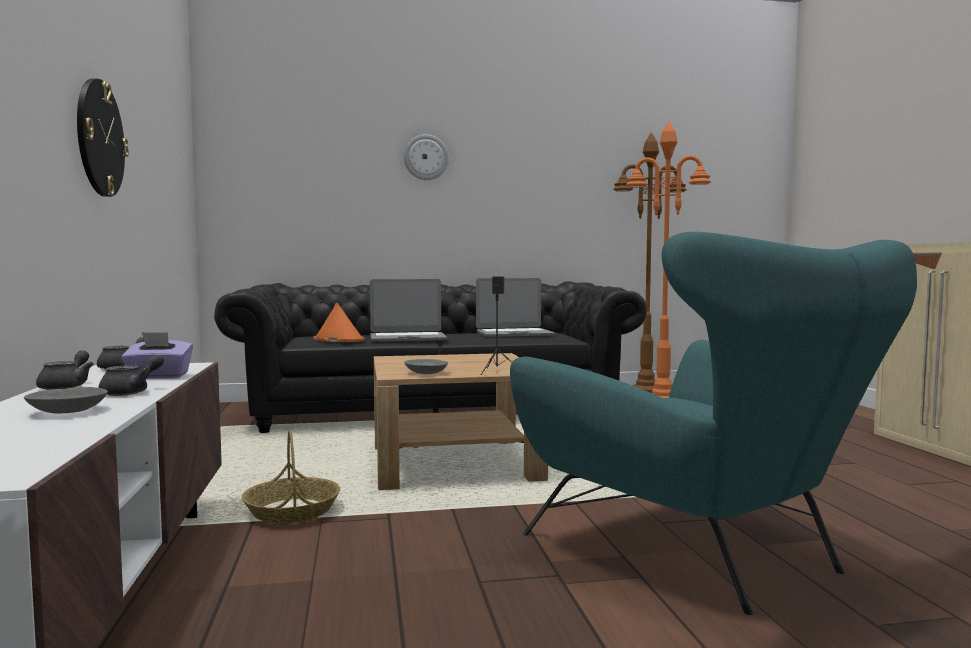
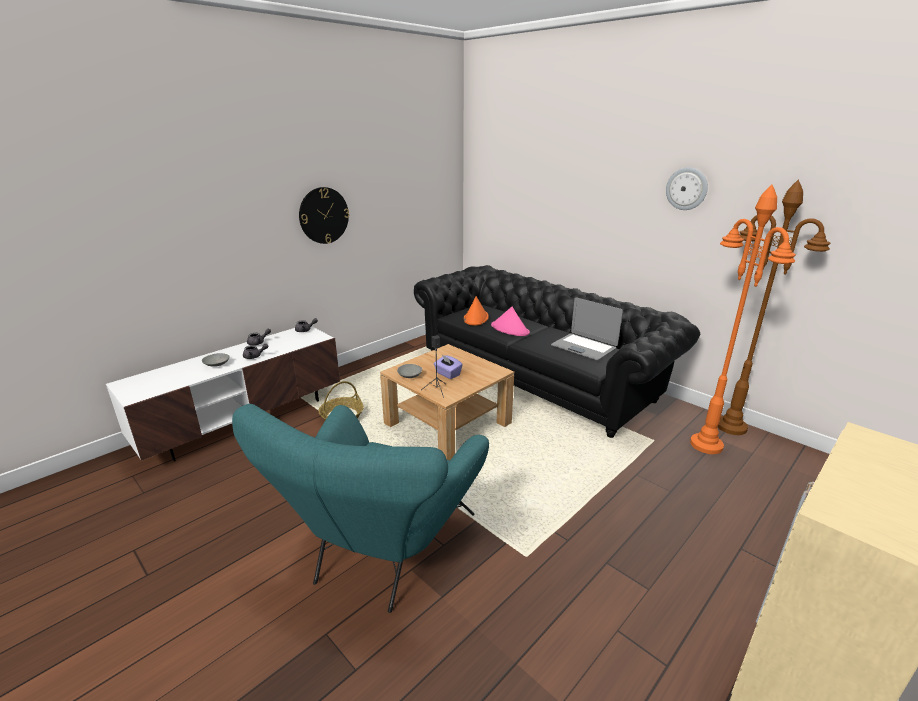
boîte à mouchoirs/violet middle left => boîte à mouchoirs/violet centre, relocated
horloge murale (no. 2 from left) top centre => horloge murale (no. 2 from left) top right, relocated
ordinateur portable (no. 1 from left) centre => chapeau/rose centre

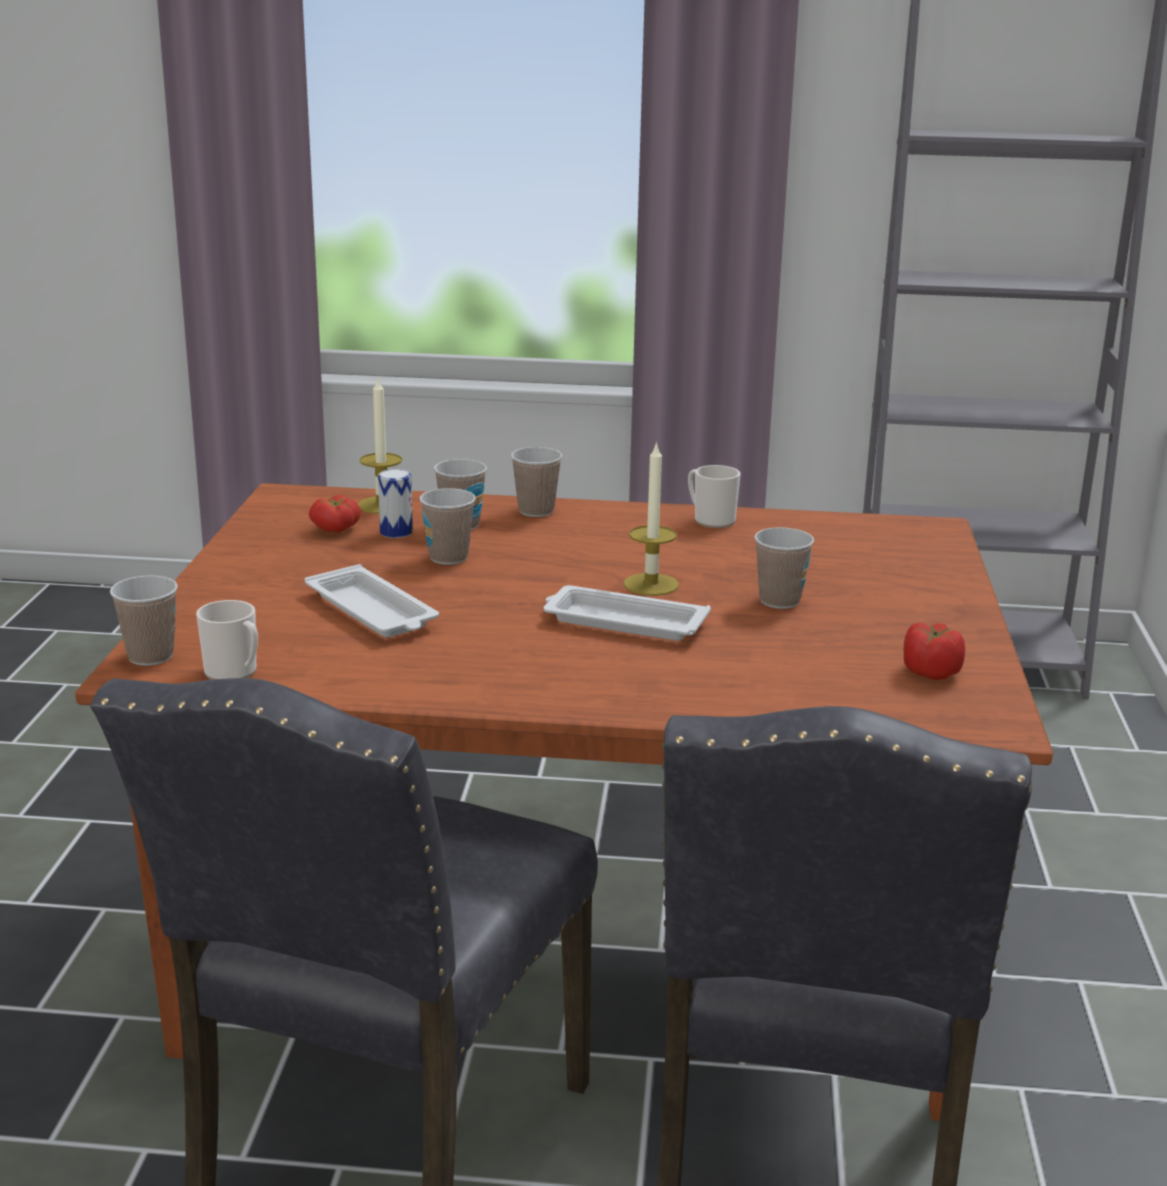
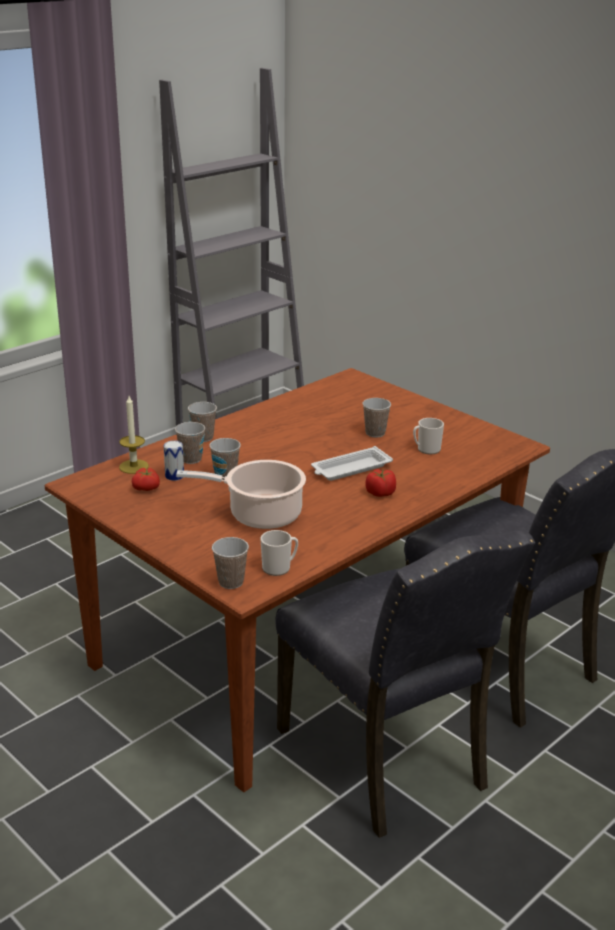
bougie (no. 2 from left) centre => nothing
mug (no. 2 from left) centre => mug (no. 2 from left) middle right, relocated
tomate (no. 2 from left) middle right => tomate (no. 2 from left) centre, relocated
plateau/blanc (no. 1 from left) middle left => marmite centre

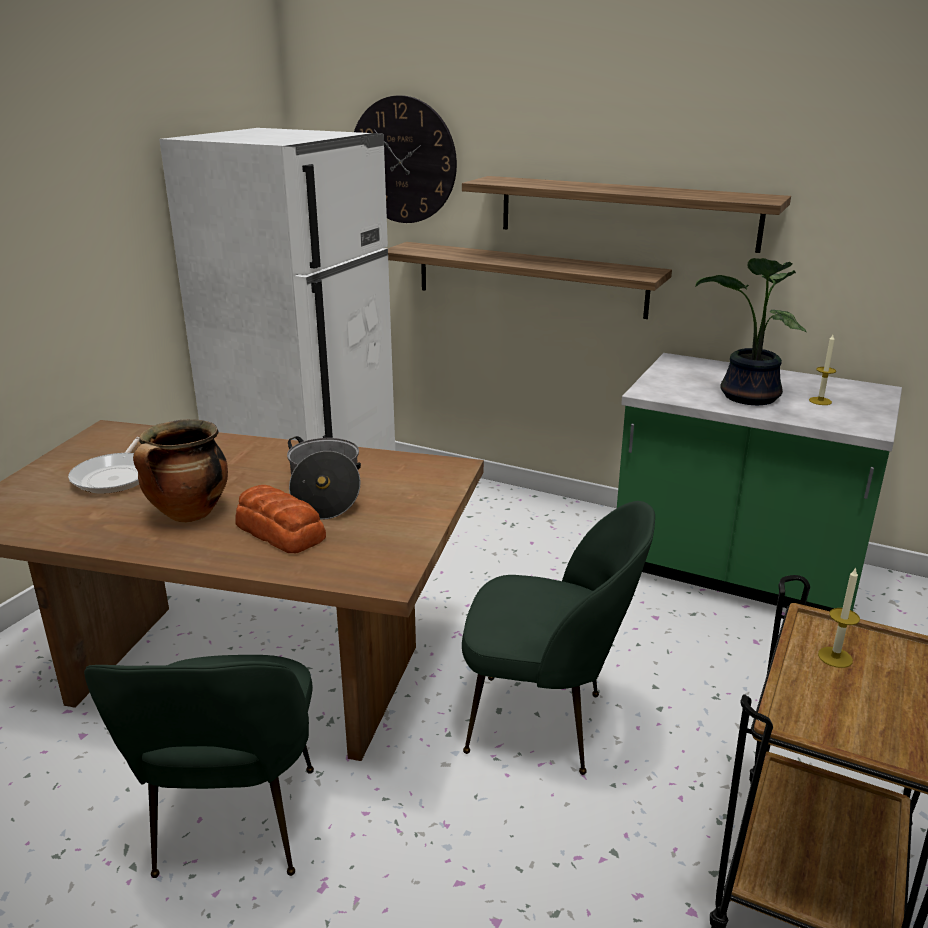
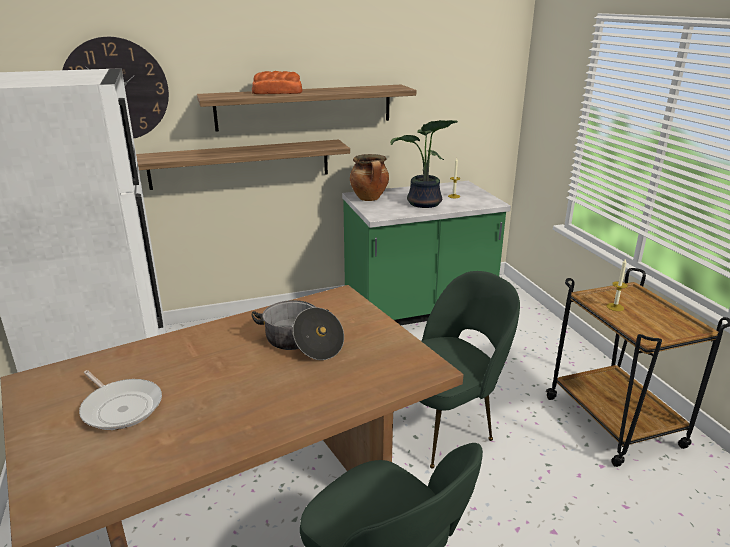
marmite (no. 1 from left in the first image) middle left => marmite (no. 2 from left) top centre, relocated
pain middle left => pain top centre, relocated

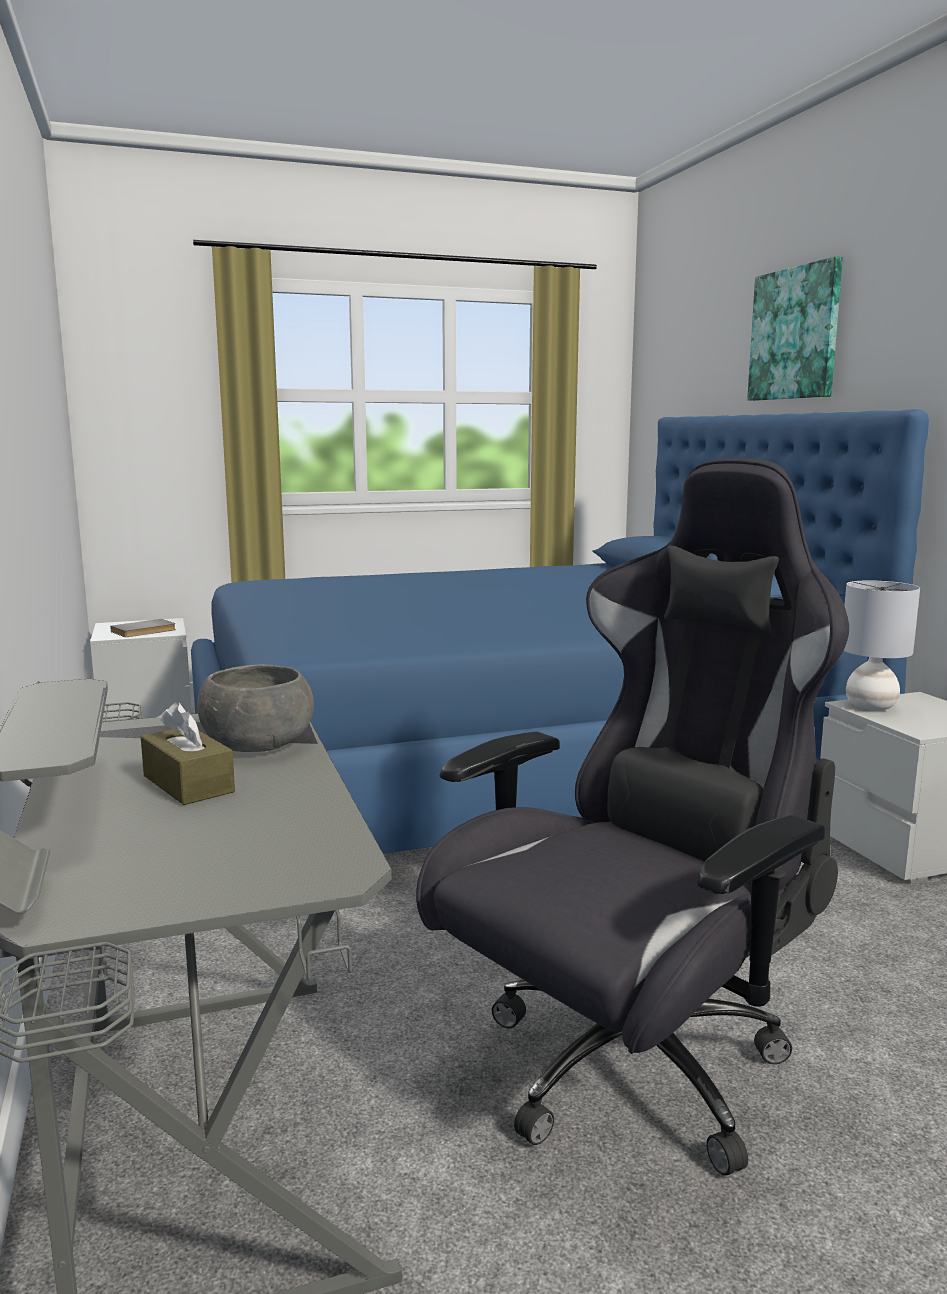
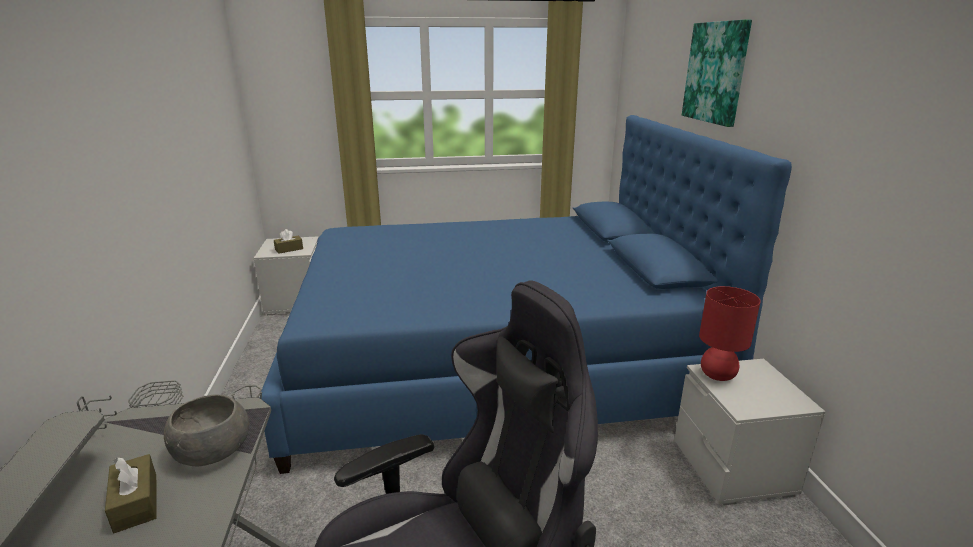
livre/gris middle left => boîte à mouchoirs/marron (no. 2 from left) middle left
lampe de table/gris middle right => lampe de table/rouge middle right

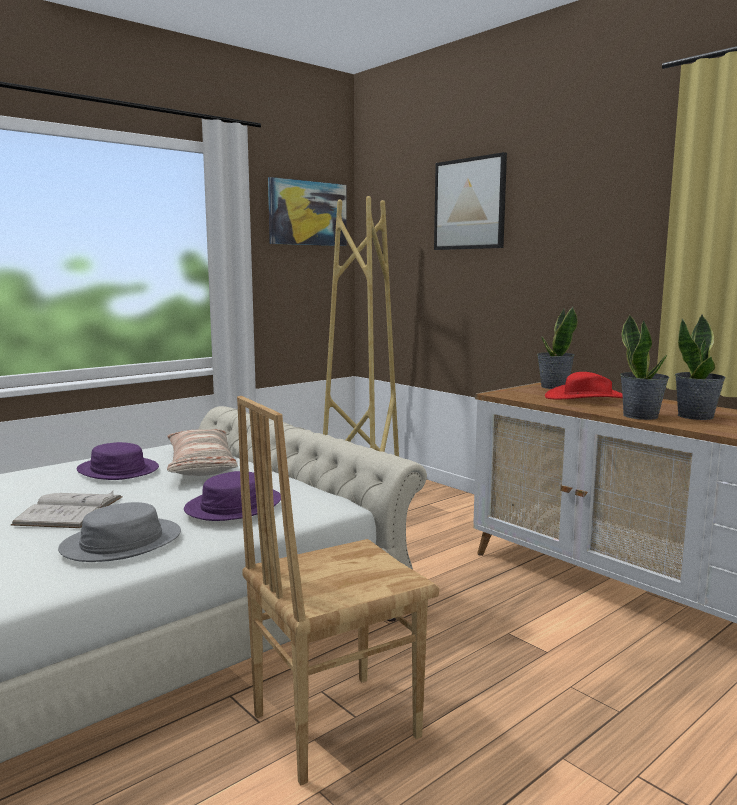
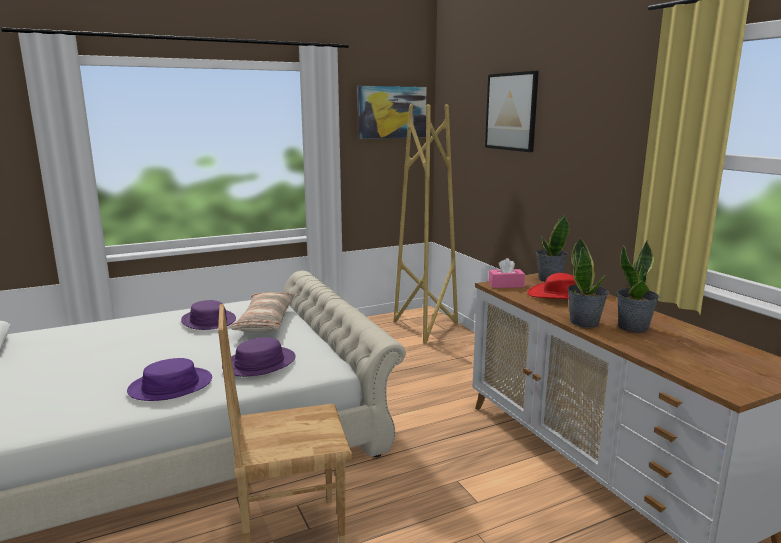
livre/blanc middle left => nothing
nothing => boîte à mouchoirs/rose centre
chapeau/gris middle left => chapeau/violet (no. 1 from left) bottom left

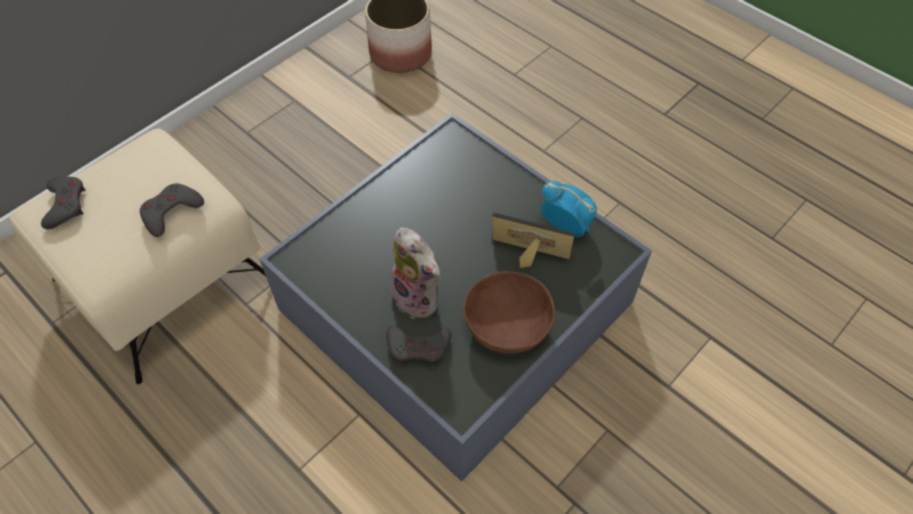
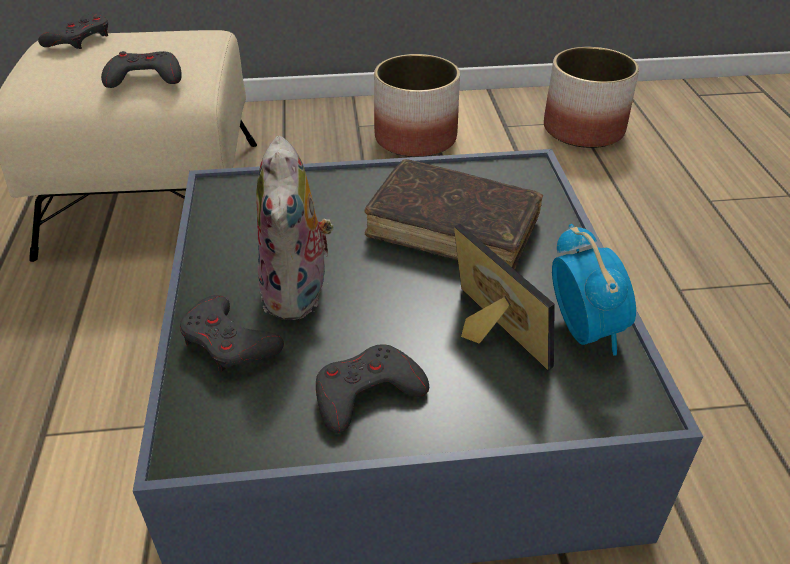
nothing => livre/marron centre
nothing => cache-pot (no. 1 from left) top centre
bol/marron centre => manette/gris (no. 4 from left) bottom centre

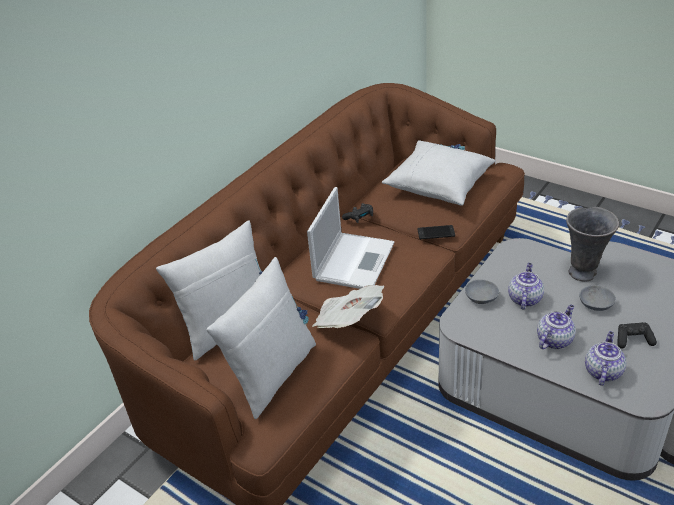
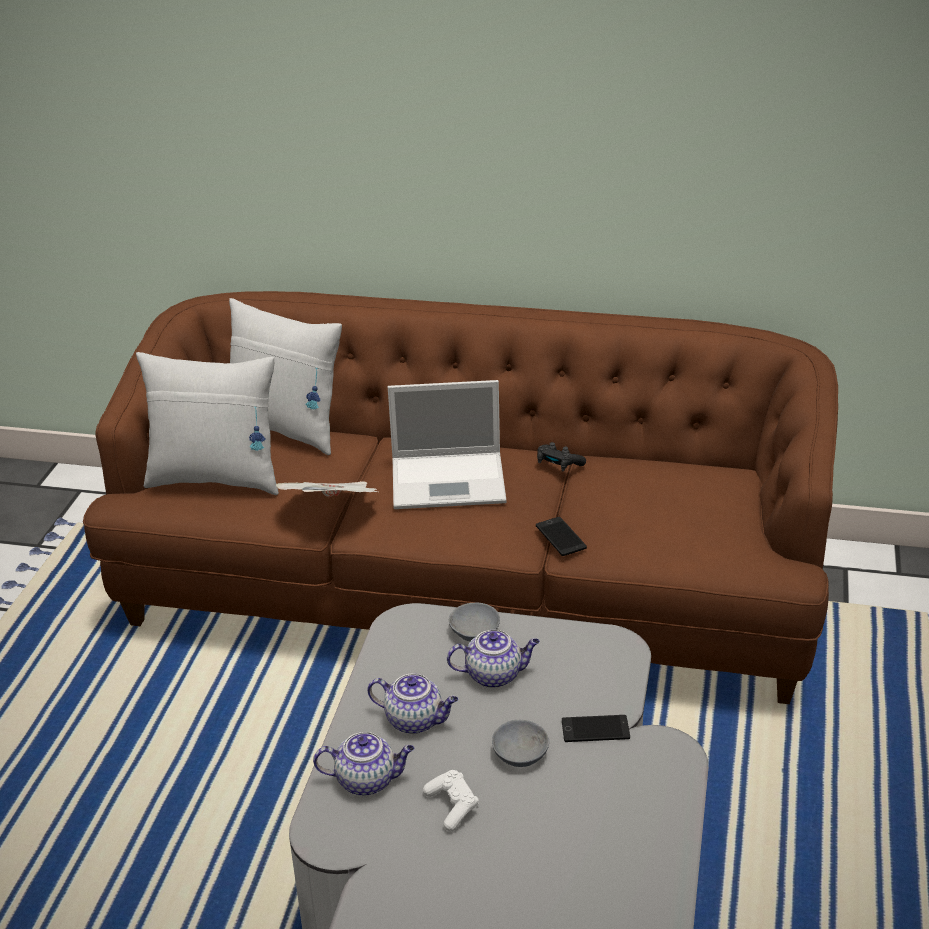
coussin/gris (no. 3 from left) centre => nothing
vase/gris middle right => téléphone (no. 2 from left) bottom centre
manette/noir (no. 2 from left) middle right => manette/blanc bottom centre

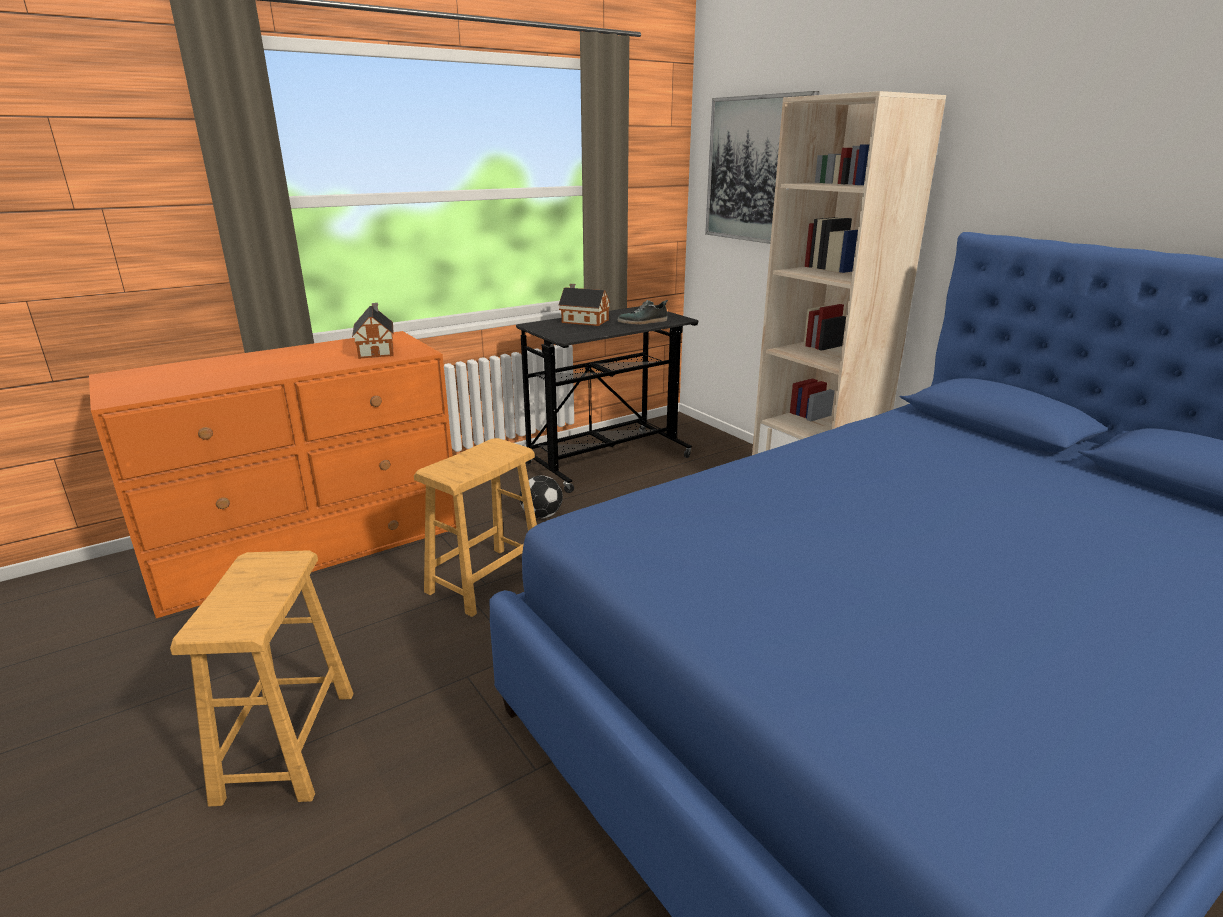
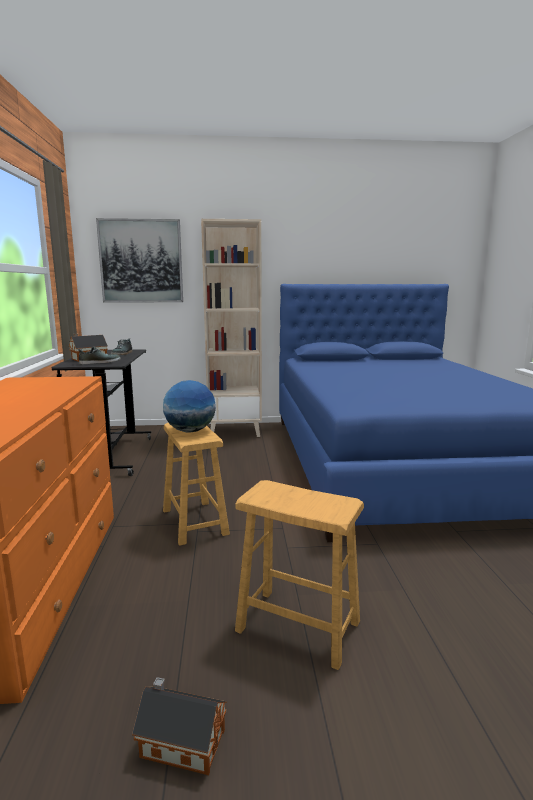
ballon de foot centre => nothing
nothing => chaussure (no. 1 from left) middle left
nothing => globe centre
maison miniature (no. 1 from left in the first image) middle left => maison miniature (no. 2 from left) bottom centre, relocated

